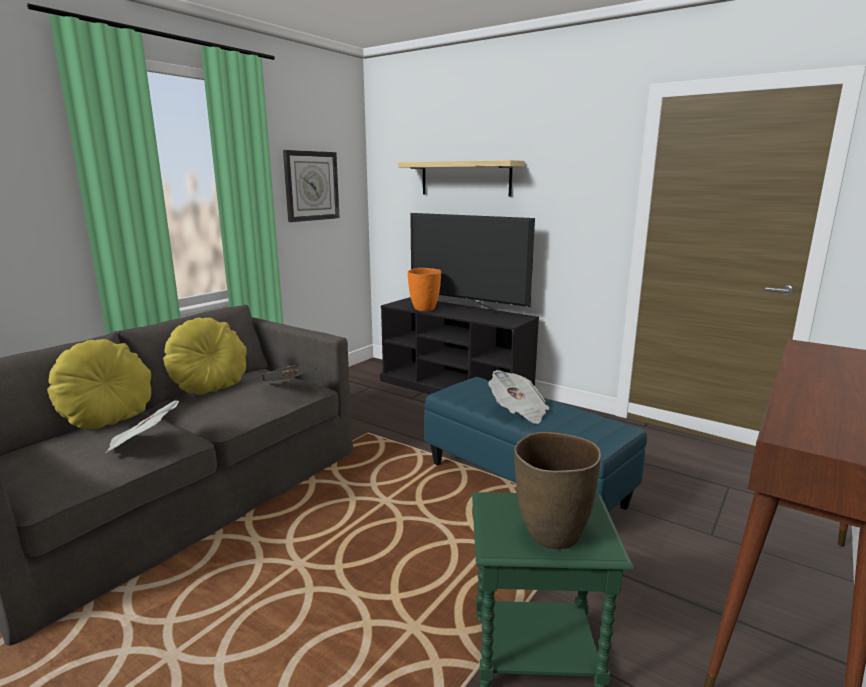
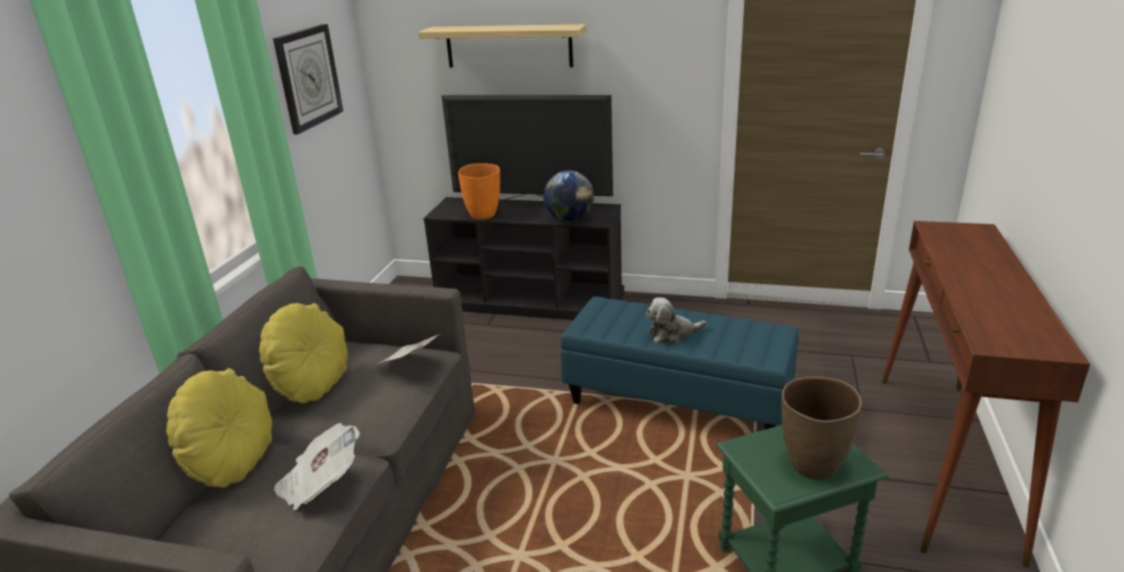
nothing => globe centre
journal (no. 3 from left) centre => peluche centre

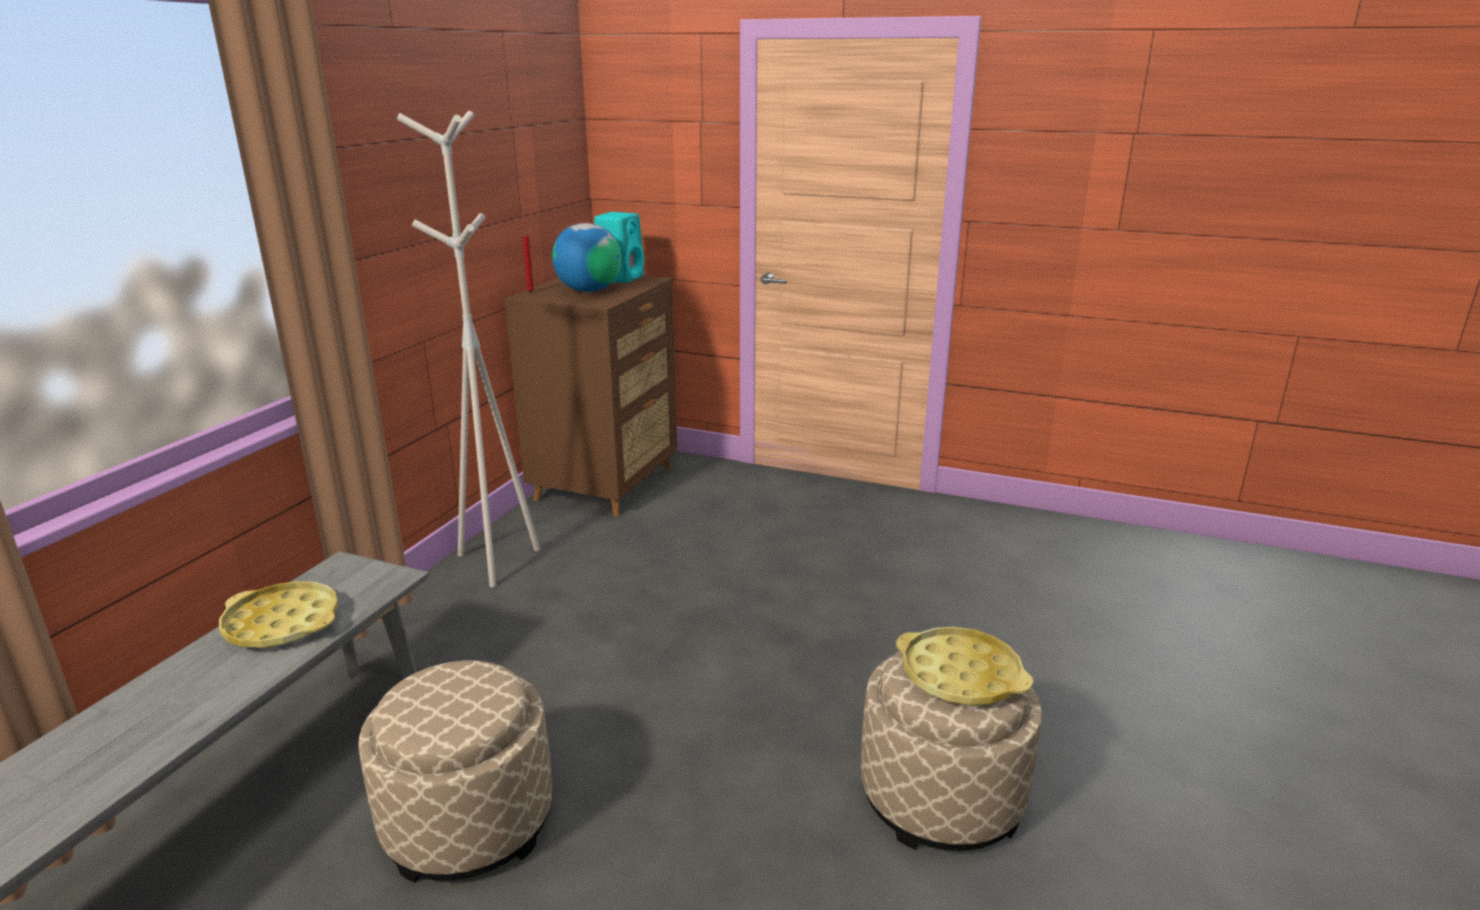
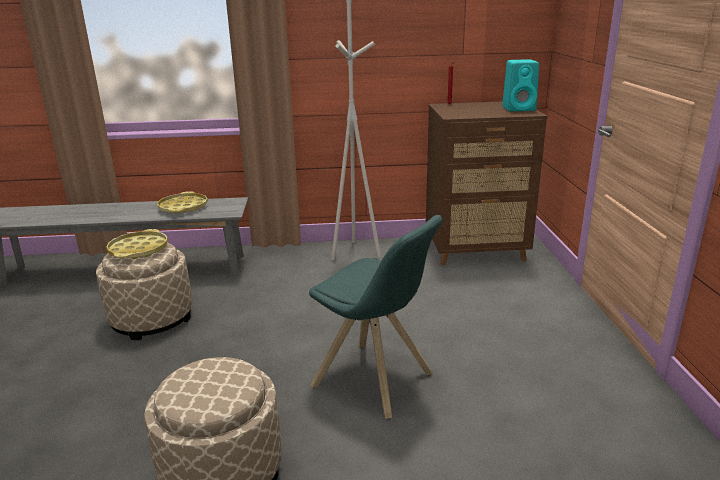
globe top centre => nothing
nothing => chaise/turquoise centre
plateau/jaune (no. 2 from left in the first image) bottom centre => plateau/jaune (no. 1 from left) middle left, relocated

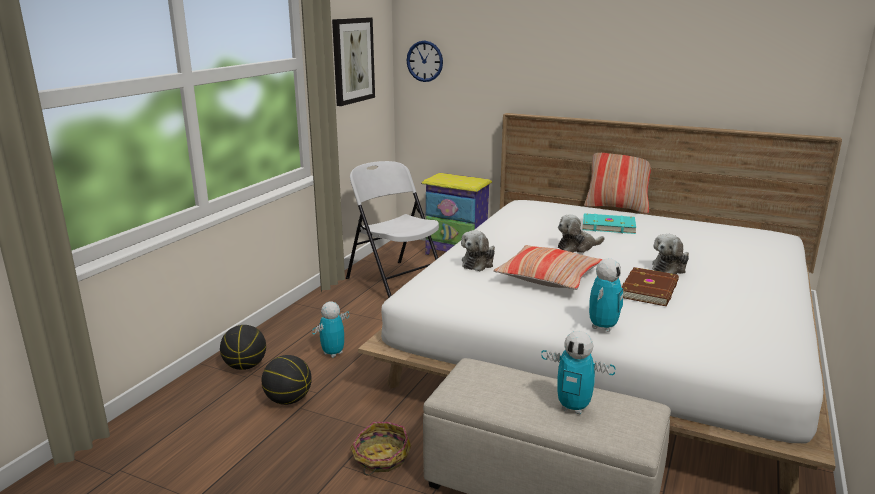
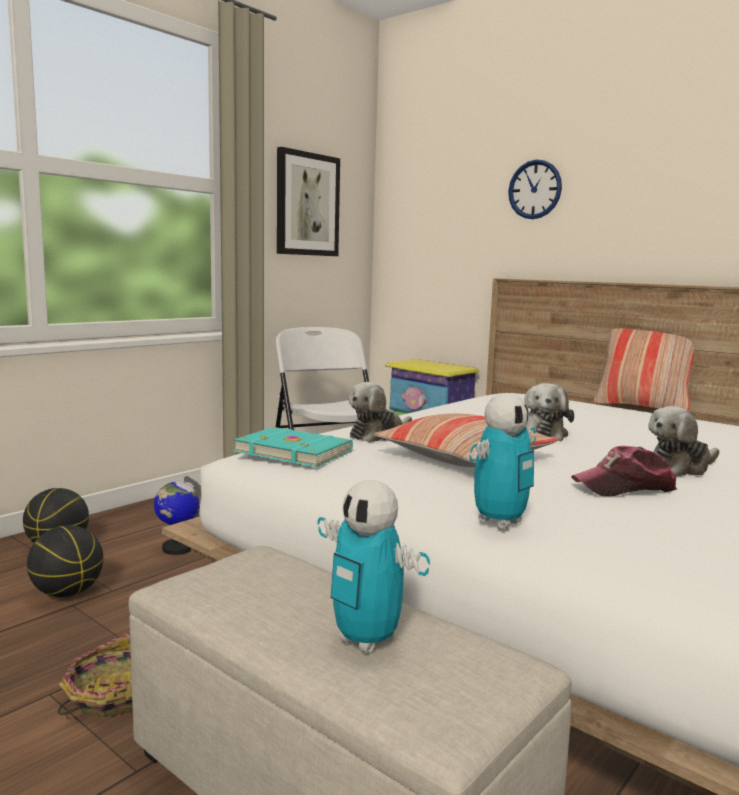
horloge murale top centre => horloge murale top right, relocated
livre/turquoise middle right => livre/turquoise centre, relocated
robot jouet (no. 1 from left) bottom centre => globe middle left
livre/marron middle right => casquette middle right
peluche (no. 2 from left) centre => peluche (no. 2 from left) middle right, 75 degrees counterclockwise

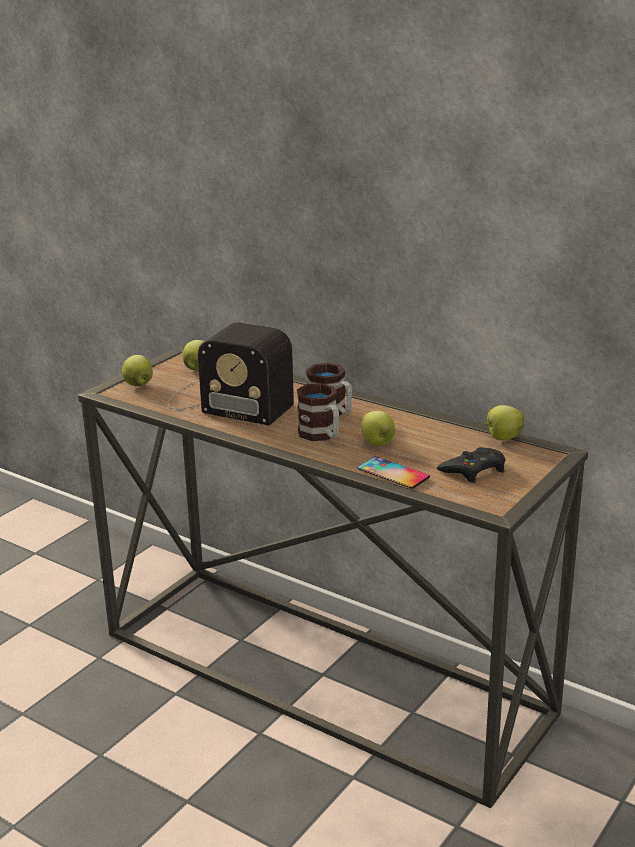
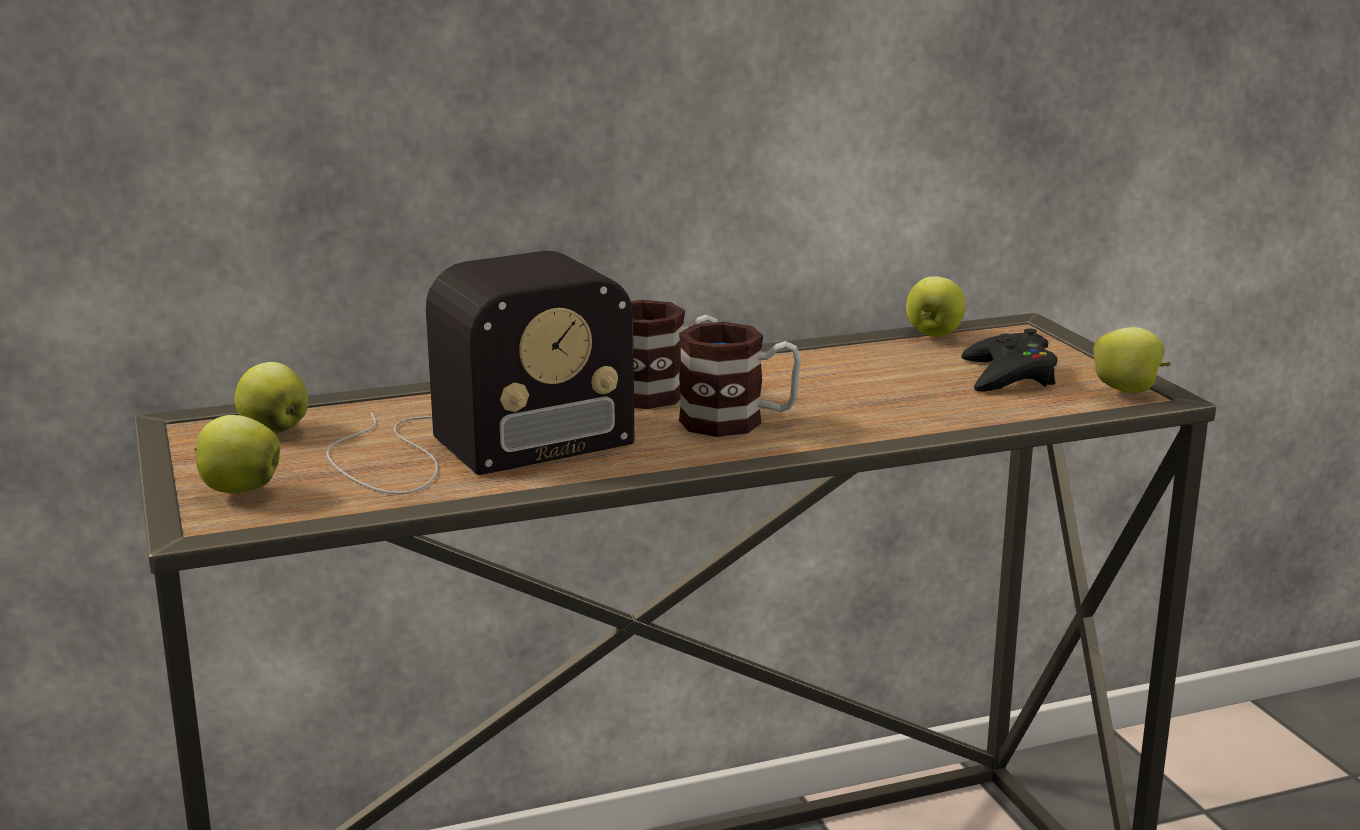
téléphone centre => nothing
pomme (no. 3 from left in the first image) centre => pomme (no. 4 from left) middle right, relocated

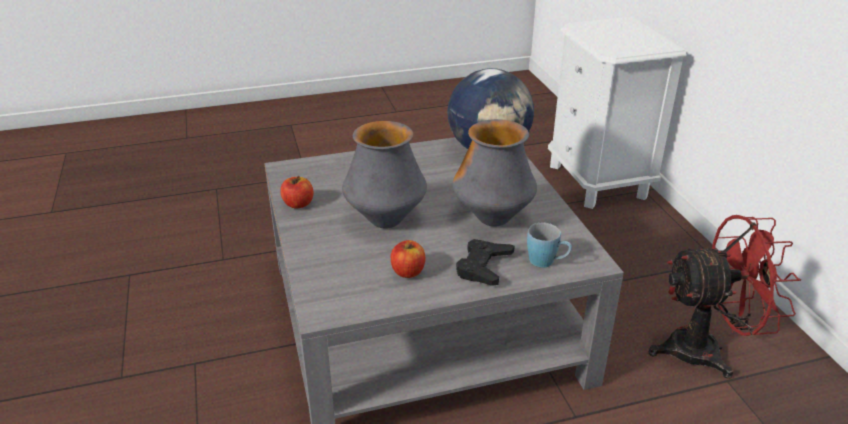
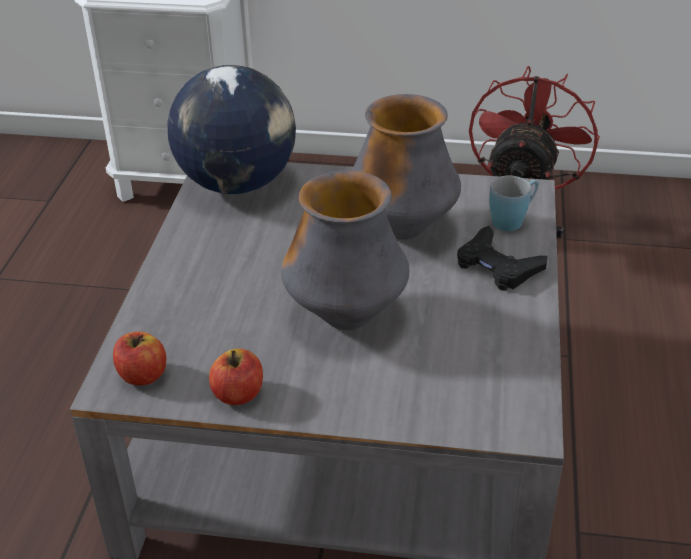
pomme (no. 2 from left in the first image) centre => pomme (no. 1 from left) middle left, relocated

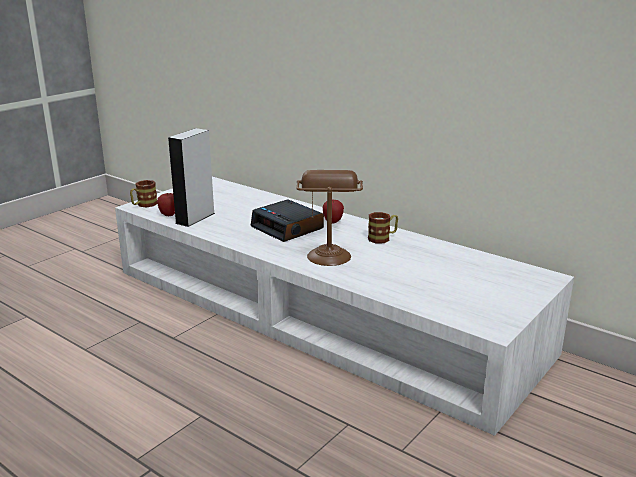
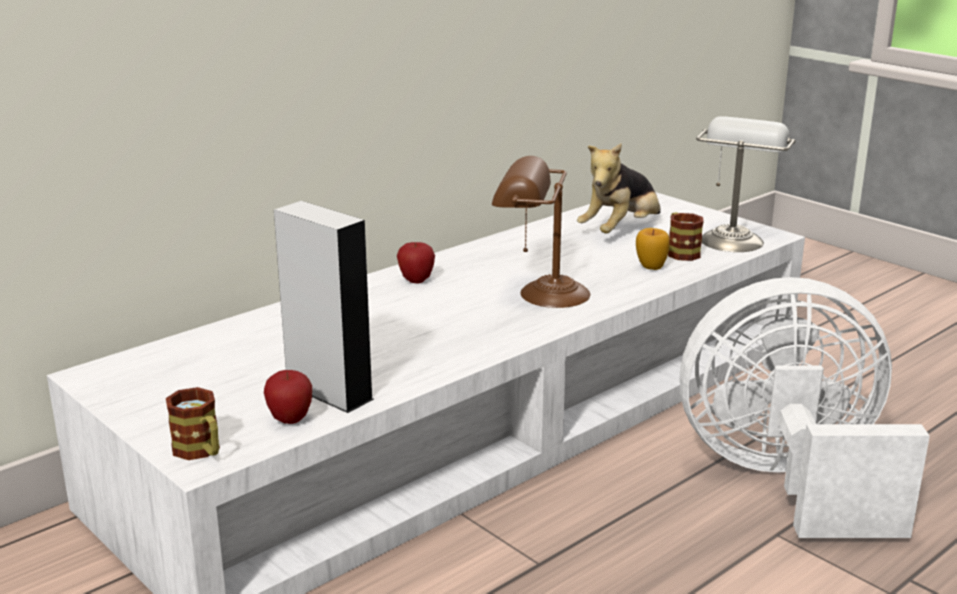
réveil centre => nothing
nothing => peluche top centre
nothing => pomme (no. 3 from left) middle right
nothing => ventilateur/blanc bottom right
nothing => lampe de table/blanc top right
mug (no. 2 from left) centre => mug (no. 2 from left) middle right, relocated

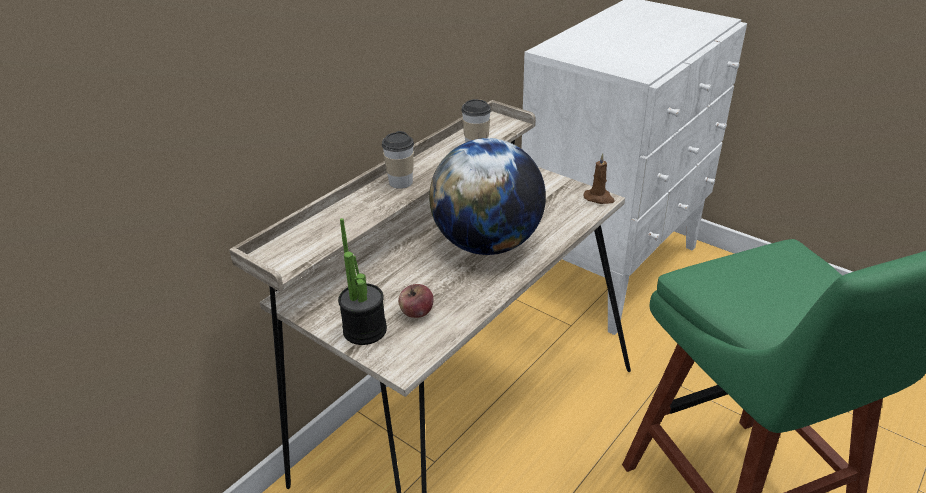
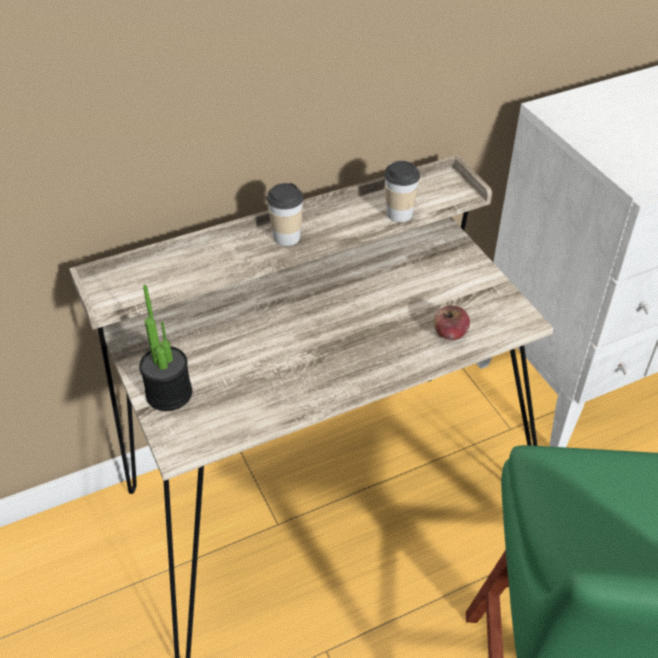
globe centre => nothing
bougie/marron centre => nothing
pomme centre => pomme middle right, relocated

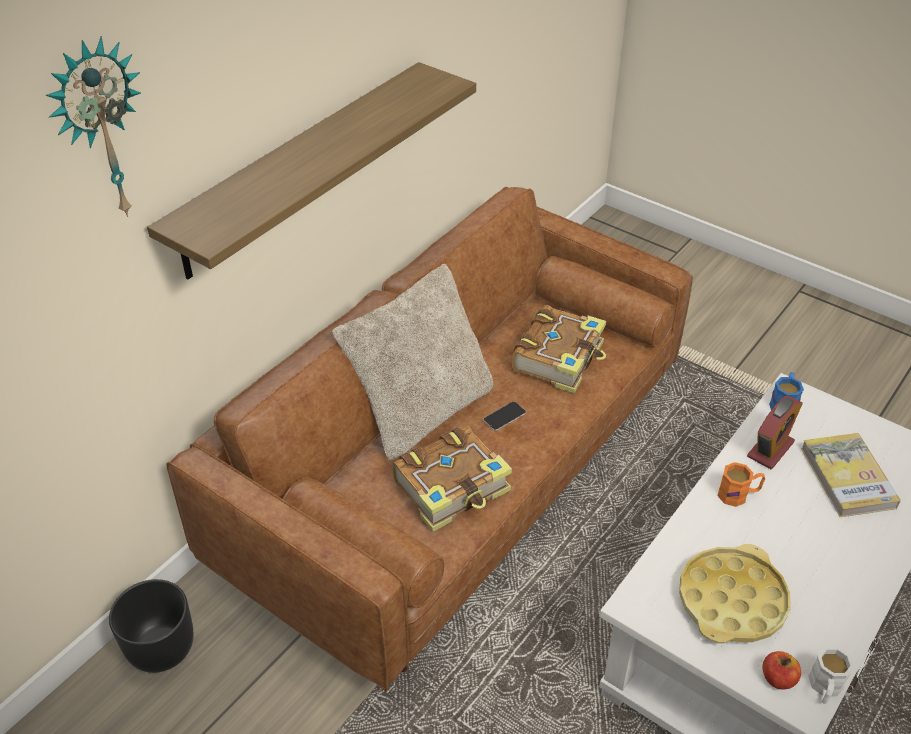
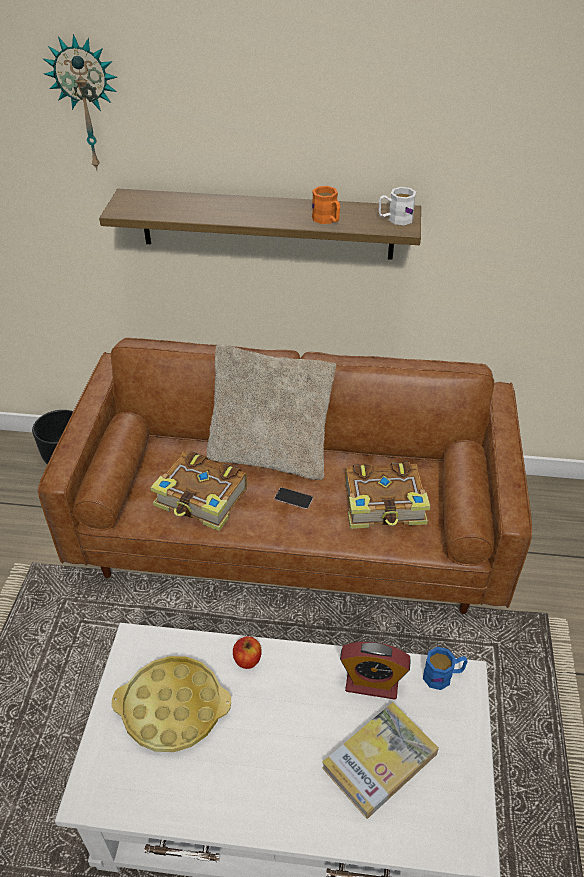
mug/orange middle right => mug/orange top centre, relocated
pomme bottom right => pomme bottom centre, relocated
mug/blanc bottom right => mug/blanc top right, relocated

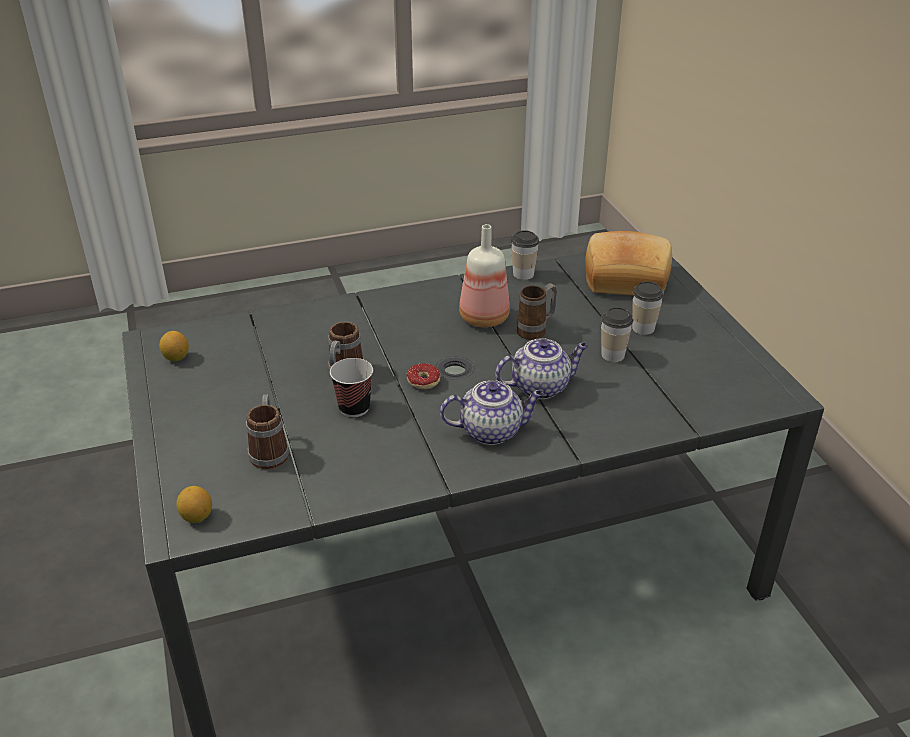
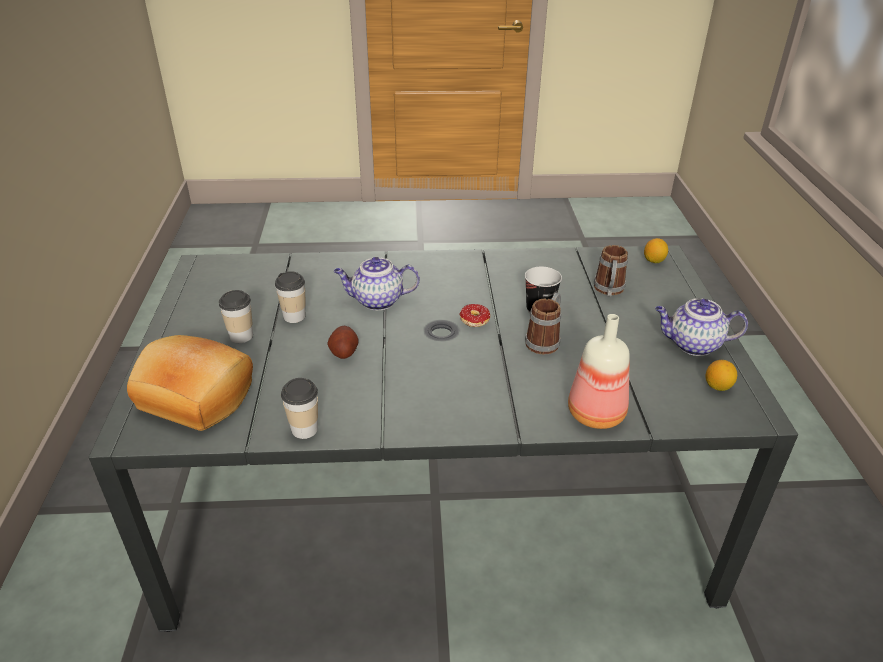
théière (no. 1 from left in the first image) centre => théière (no. 2 from left) middle right, relocated
bouteille centre => bouteille middle right, relocated
mug (no. 3 from left) centre => pomme de terre centre

